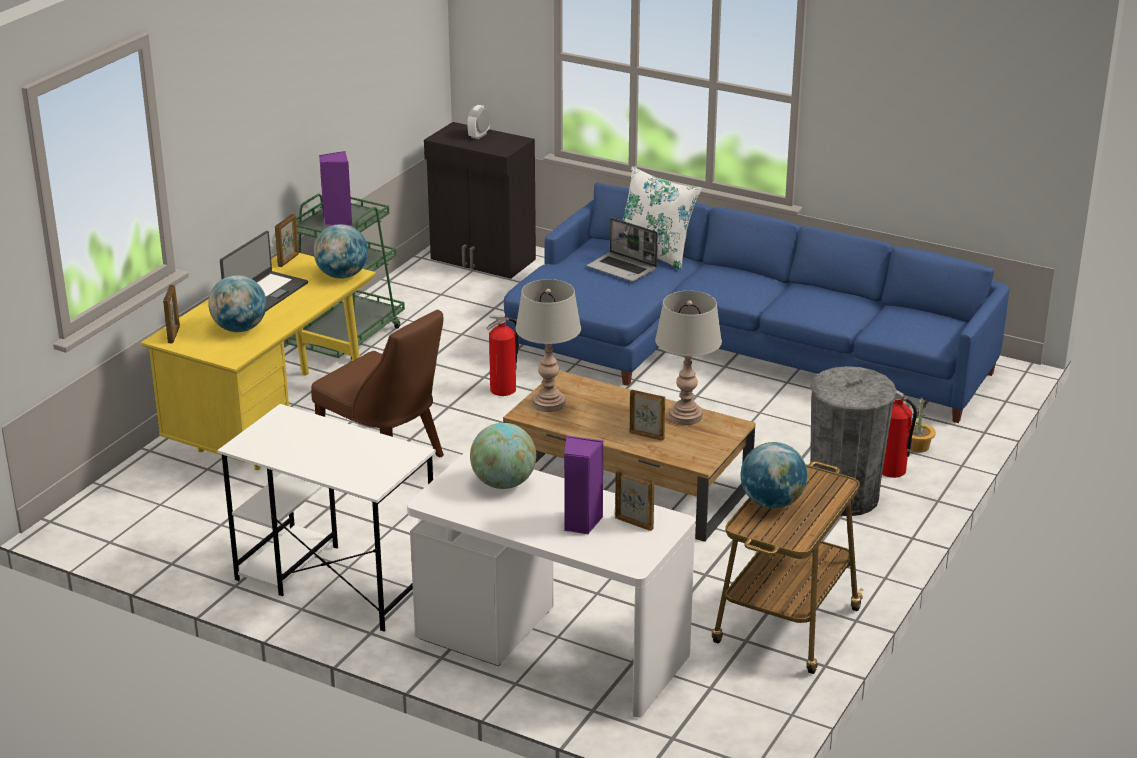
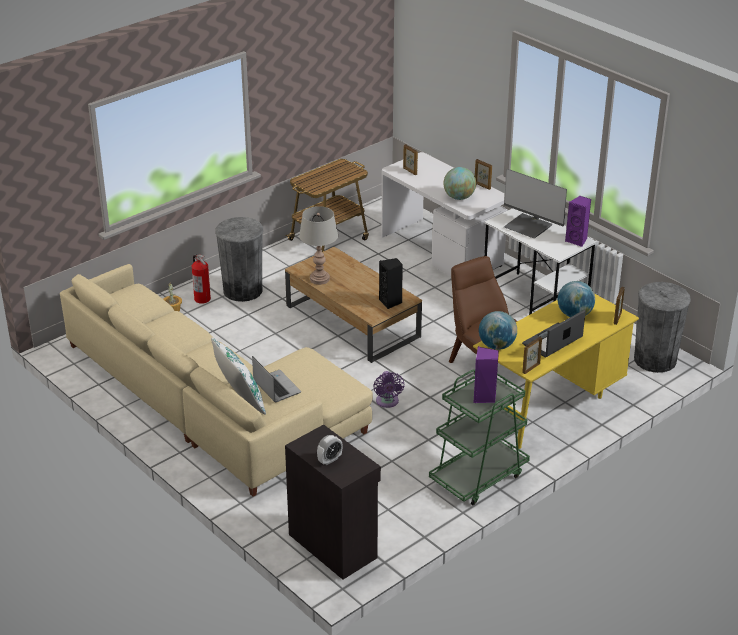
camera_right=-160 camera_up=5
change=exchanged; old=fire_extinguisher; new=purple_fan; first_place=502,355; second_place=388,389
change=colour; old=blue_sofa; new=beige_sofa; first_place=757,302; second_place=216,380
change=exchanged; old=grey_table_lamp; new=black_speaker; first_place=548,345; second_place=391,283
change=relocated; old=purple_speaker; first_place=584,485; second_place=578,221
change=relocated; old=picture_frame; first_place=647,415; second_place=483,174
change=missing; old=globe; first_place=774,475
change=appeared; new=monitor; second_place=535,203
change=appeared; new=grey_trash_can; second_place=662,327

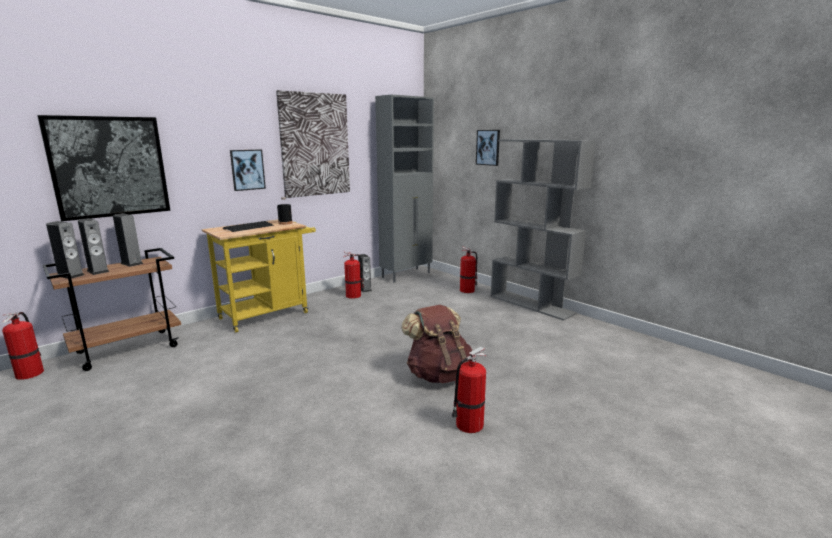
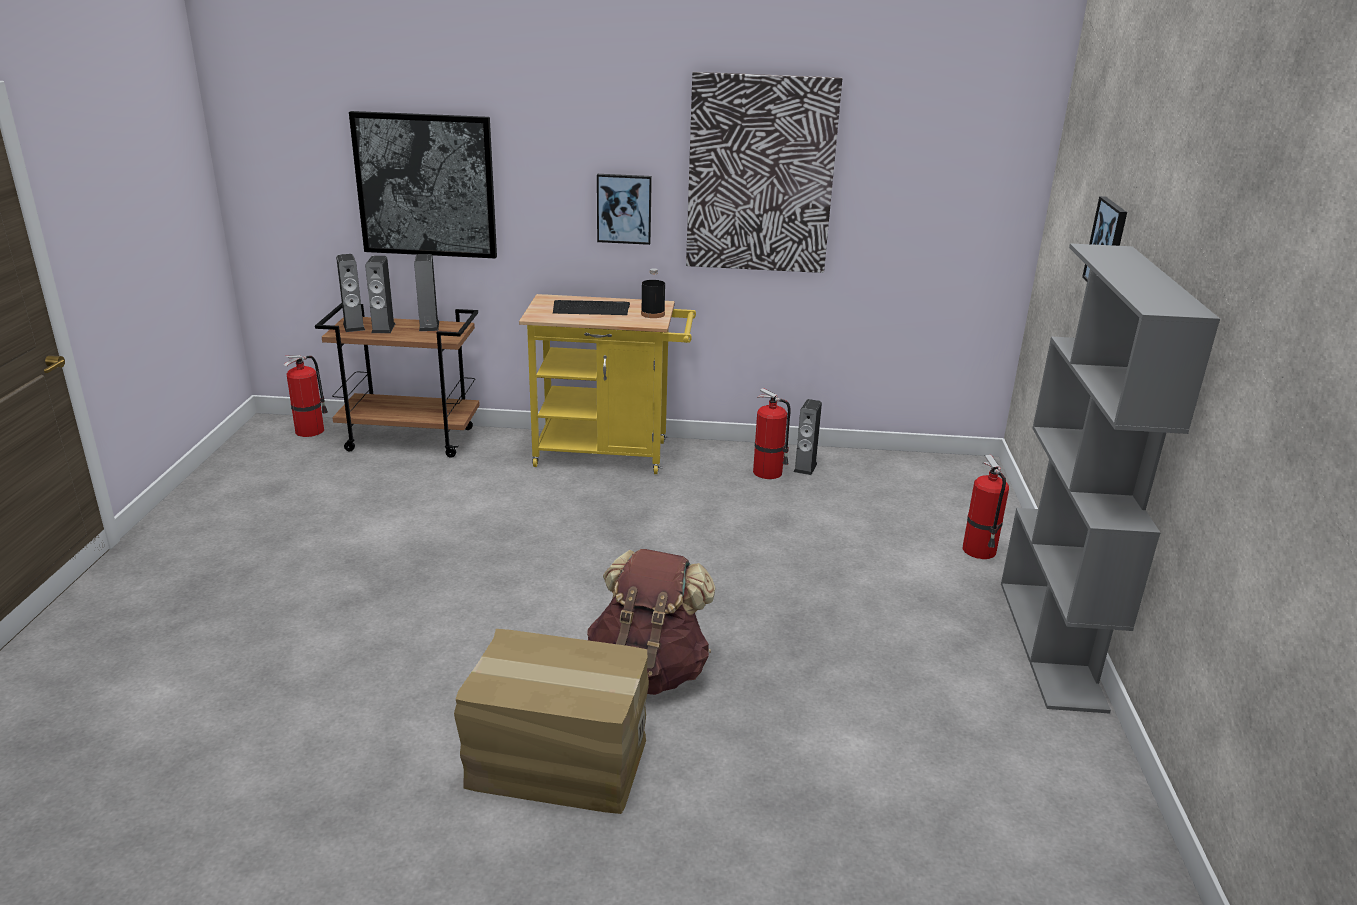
camera_right=45 camera_up=10
change=missing; old=grey_cabinet; first_place=404,188
change=exchanged; old=fire_extinguisher; new=cardboard_box; first_place=469,390; second_place=551,721

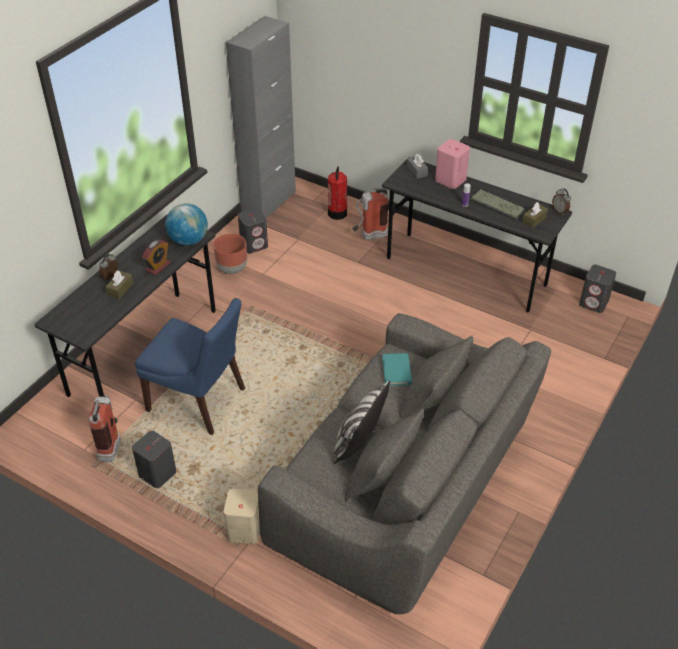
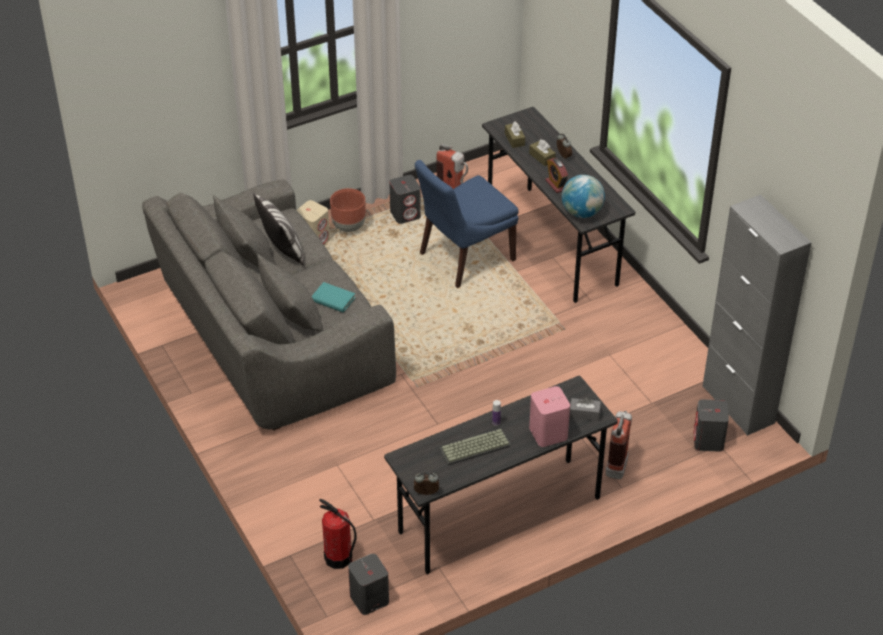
camera_right=120 camera_up=0
change=relocated; old=brown_planter; first_place=230,254; second_place=348,210
change=relocated; old=grey_speaker; first_place=253,230; second_place=711,425
change=relocated; old=fire_extinguisher; first_place=337,193; second_place=338,534
change=relocated; old=brown_tissue_box; first_place=535,215; second_place=515,134

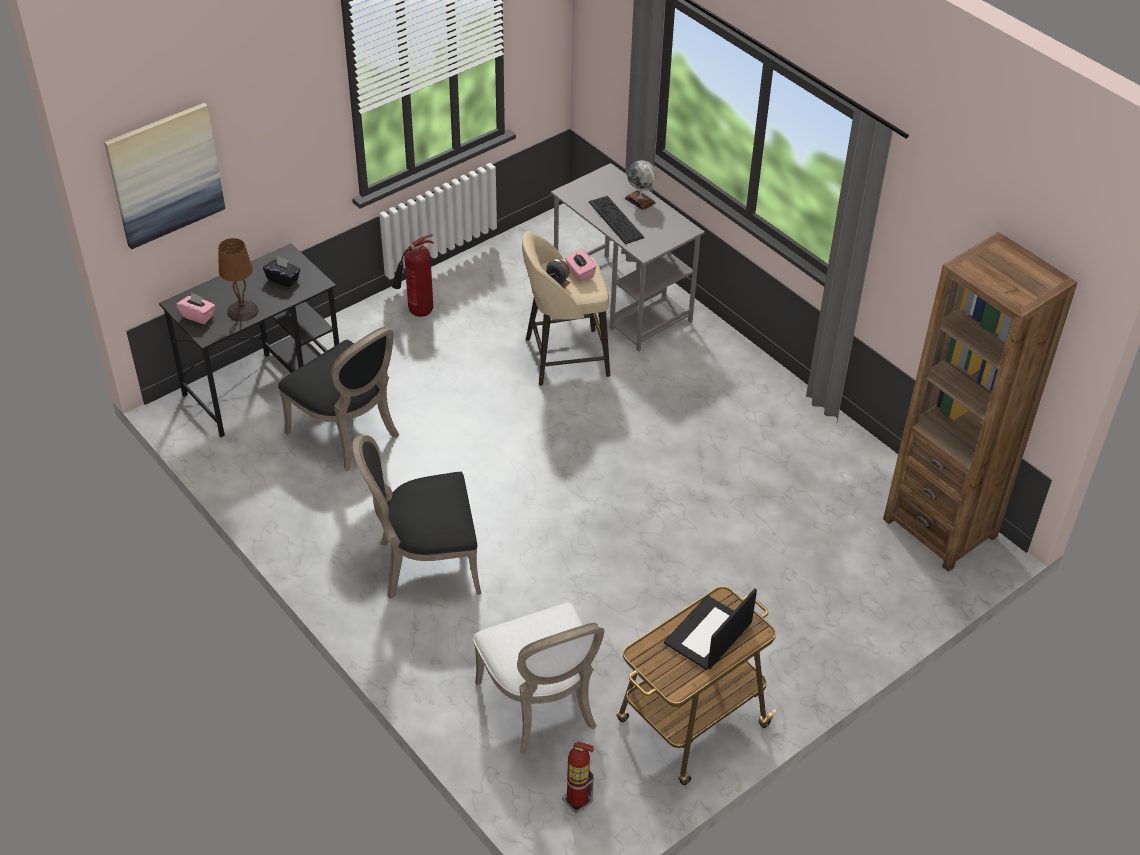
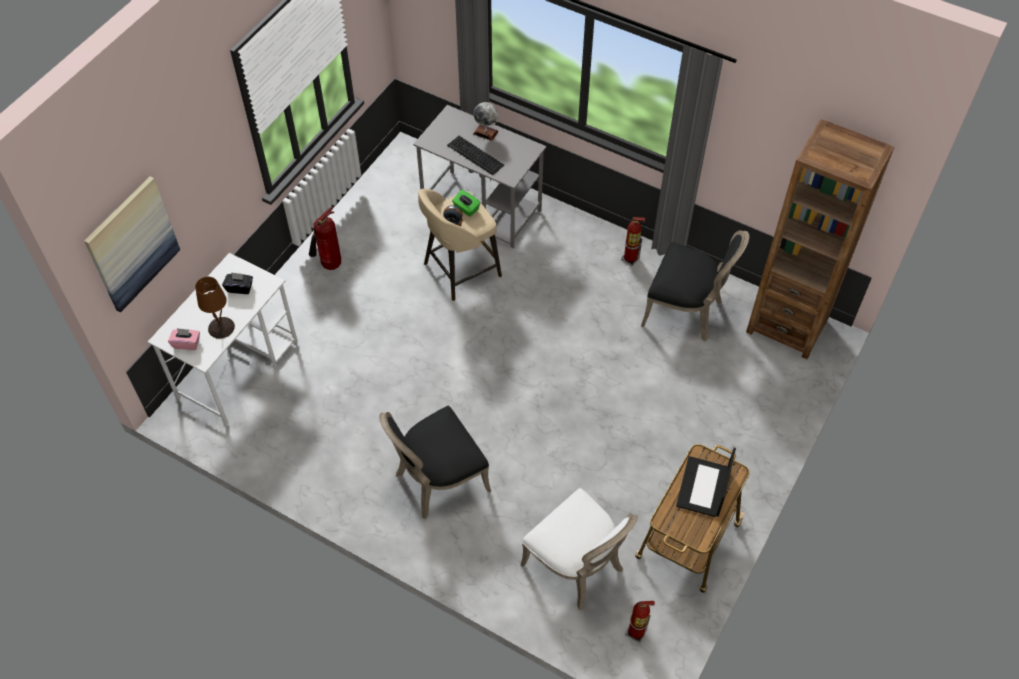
camera_right=-20 camera_up=10
change=colour; old=black_desk; new=white_desk; first_place=249,340; second_place=222,339
change=relocated; old=black_chair; first_place=338,399; second_place=695,286
change=colour; old=pink_tissue_box; new=green_tissue_box; first_place=580,265; second_place=466,203
change=appeared; new=fire_extinguisher; second_place=633,241

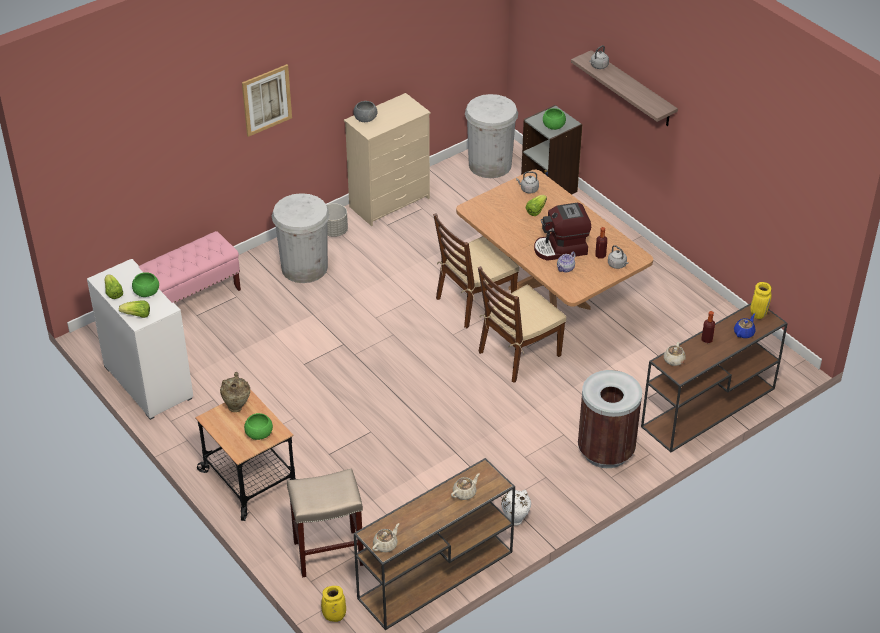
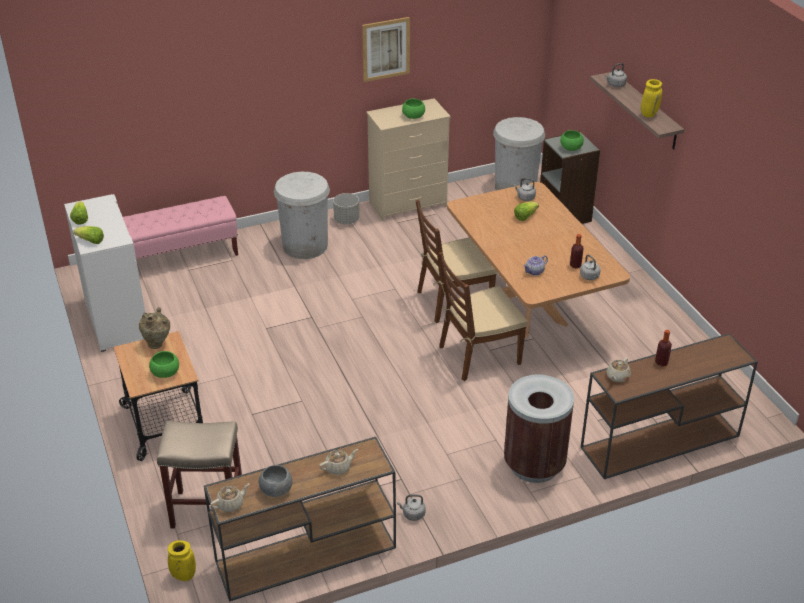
camera_right=15 camera_up=-5
change=relocated; old=green_bowl; first_place=145,284; second_place=413,109
change=relocated; old=picture; first_place=267,100; second_place=386,49
change=relocated; old=grey_bowl; first_place=365,111; second_place=276,481
change=exchanged; old=white_vase; new=grey_kettle; first_place=516,507; second_place=411,507
change=missing; old=coffee_machine; first_place=562,232
change=missing; old=blue_teapot; first_place=745,326
change=relocated; old=yellow_vase; first_place=761,300; second_place=651,98

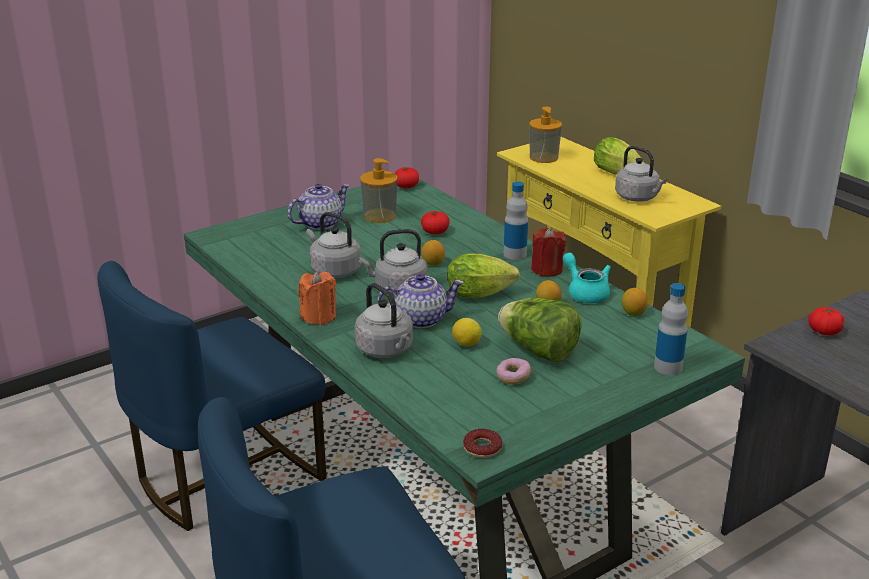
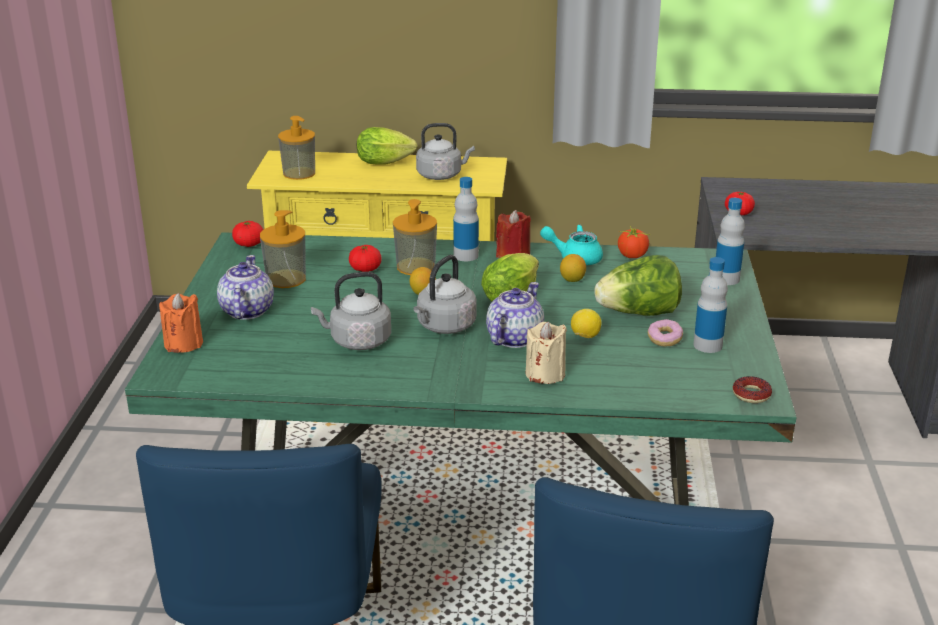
camera_right=-50 camera_up=0
change=relocated; old=orange_candle; first_place=317,298; second_place=181,323
change=exchanged; old=grey_kettle; new=beige_candle; first_place=384,320; second_place=546,352
change=exchanged; old=lemon; new=tomato; first_place=635,302; second_place=633,242
change=appeared; new=soap_dispenser; second_place=415,237
change=appeared; new=bottle; second_place=710,305

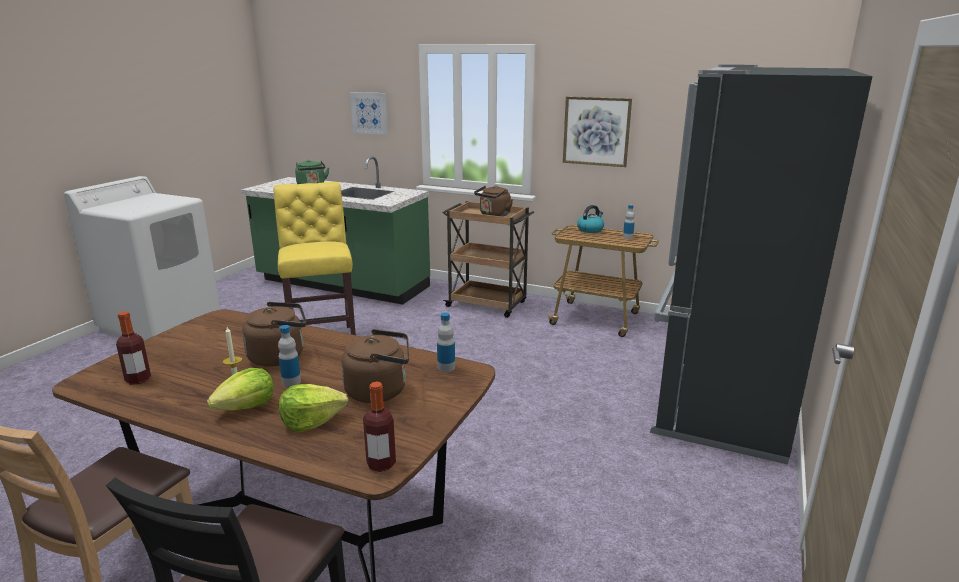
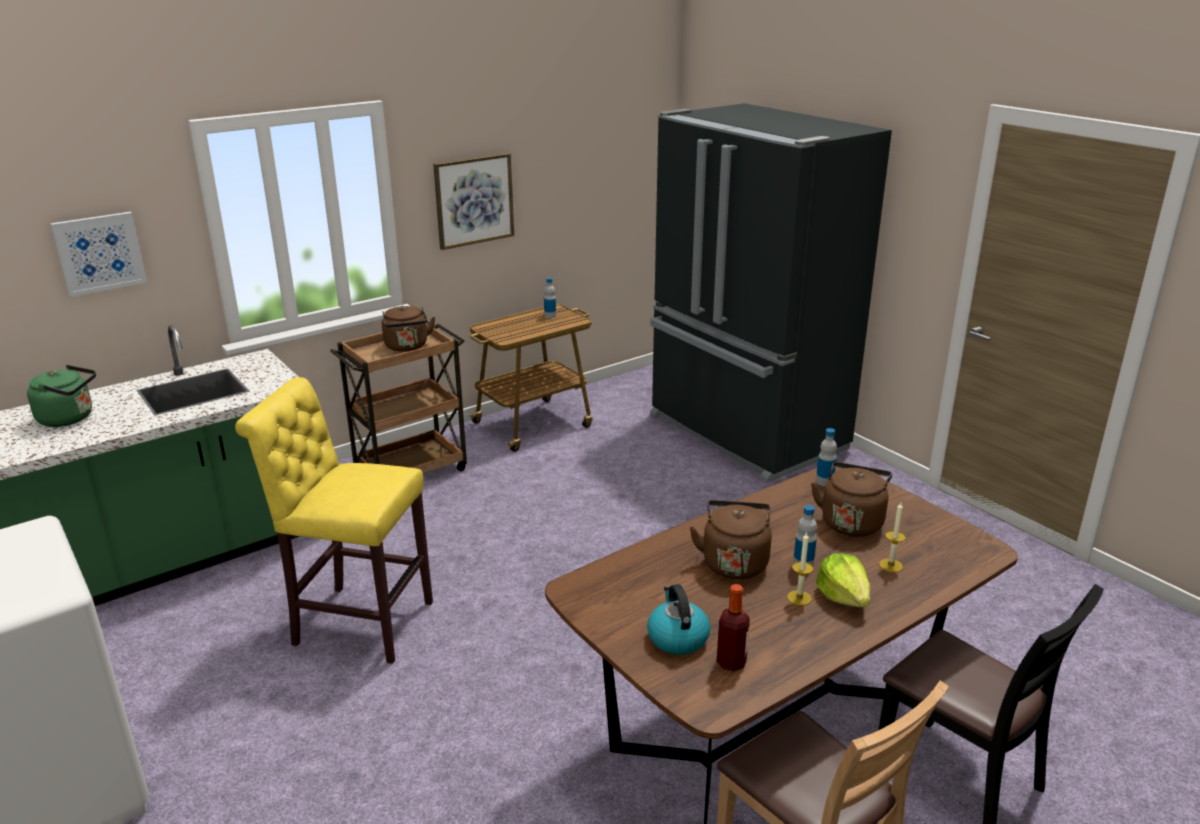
camera_right=-60 camera_up=5
change=exchanged; old=lettuce; new=candle; first_place=313,408; second_place=892,537
change=missing; old=bottle; first_place=379,427
change=relocated; old=kettle; first_place=590,219; second_place=678,619

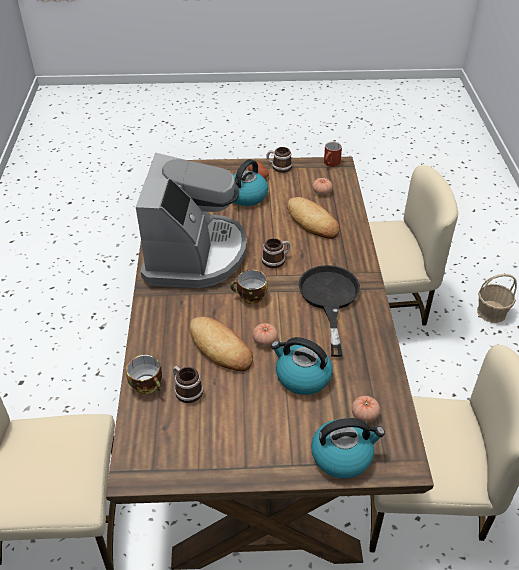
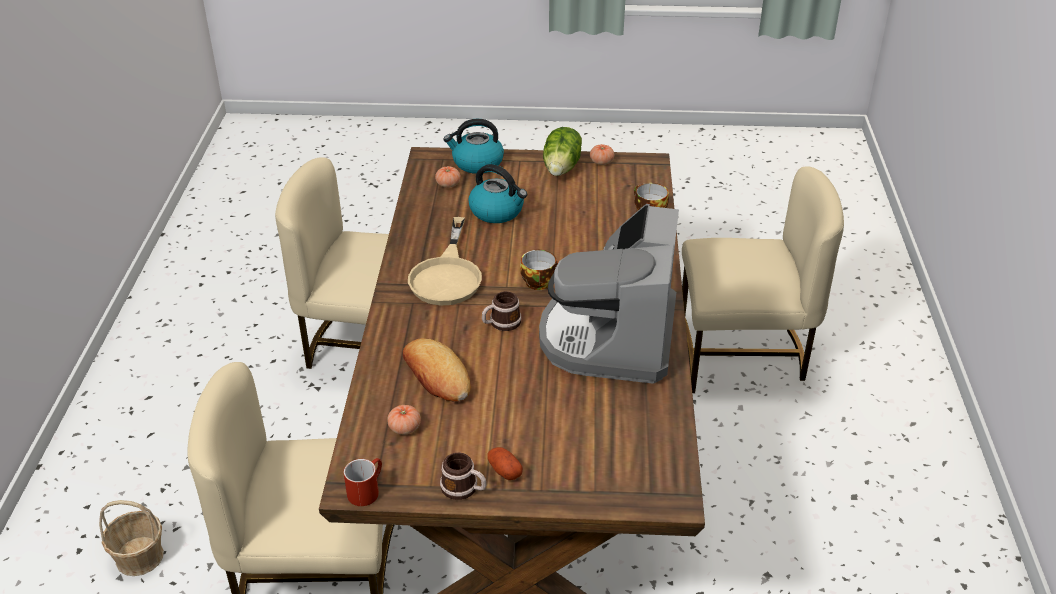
camera_right=-175 camera_up=-5
change=missing; old=mug; first_place=188,384
change=missing; old=bread; first_place=221,344
change=missing; old=kettle; first_place=250,182
change=relocated; old=tomato; first_place=265,334; second_place=602,154
change=colour; old=black_frying_pan; new=beige_frying_pan; first_place=329,311; second_place=445,261
change=appeared; new=lettuce; second_place=562,151

